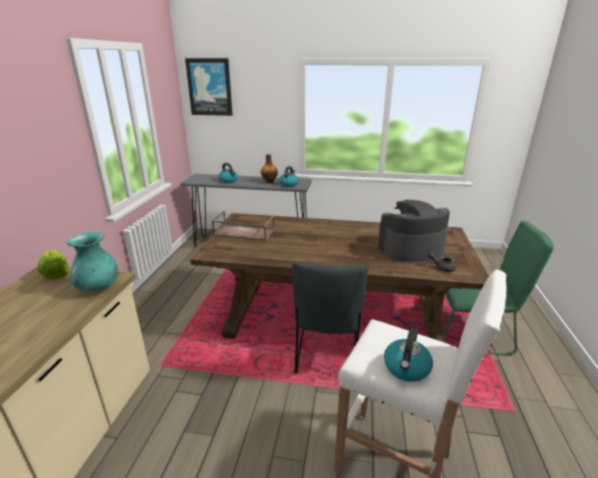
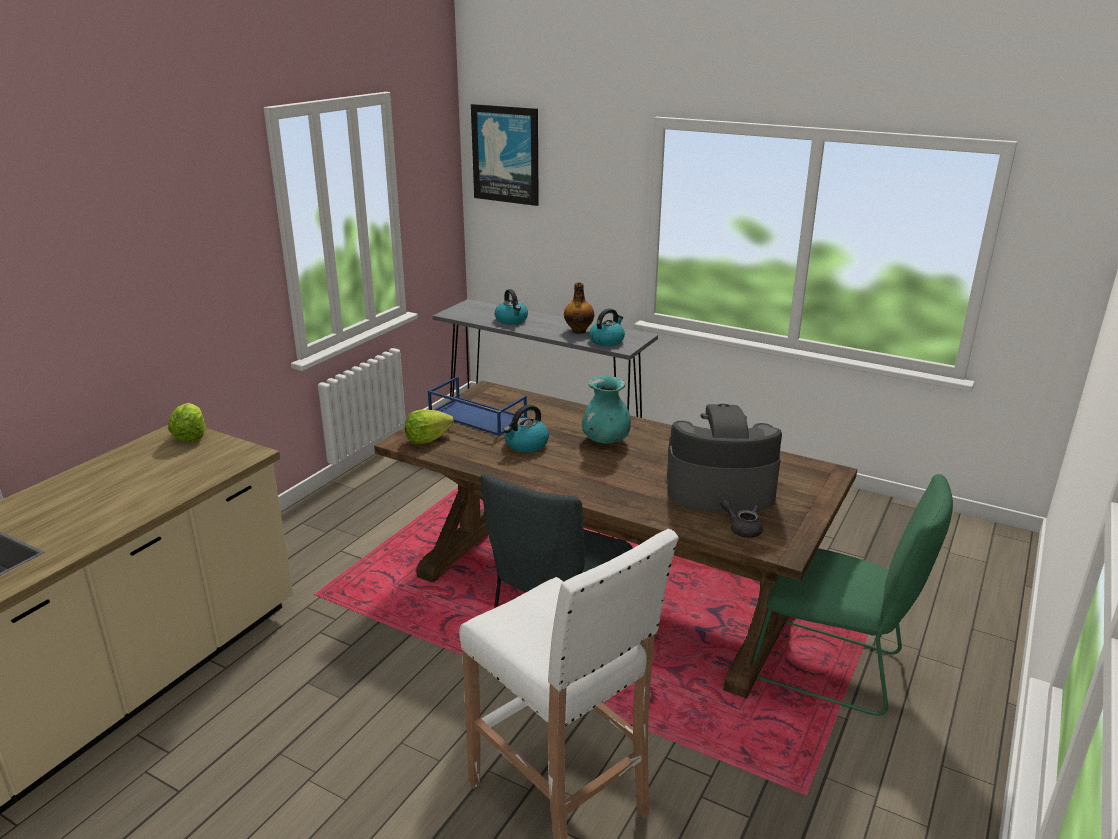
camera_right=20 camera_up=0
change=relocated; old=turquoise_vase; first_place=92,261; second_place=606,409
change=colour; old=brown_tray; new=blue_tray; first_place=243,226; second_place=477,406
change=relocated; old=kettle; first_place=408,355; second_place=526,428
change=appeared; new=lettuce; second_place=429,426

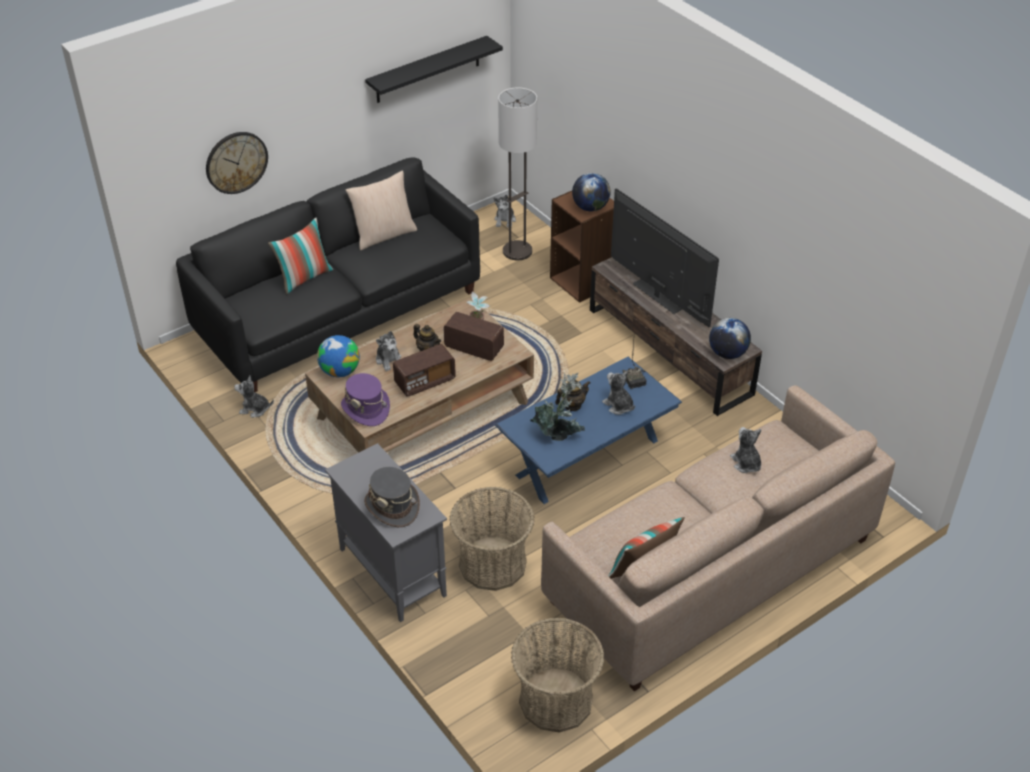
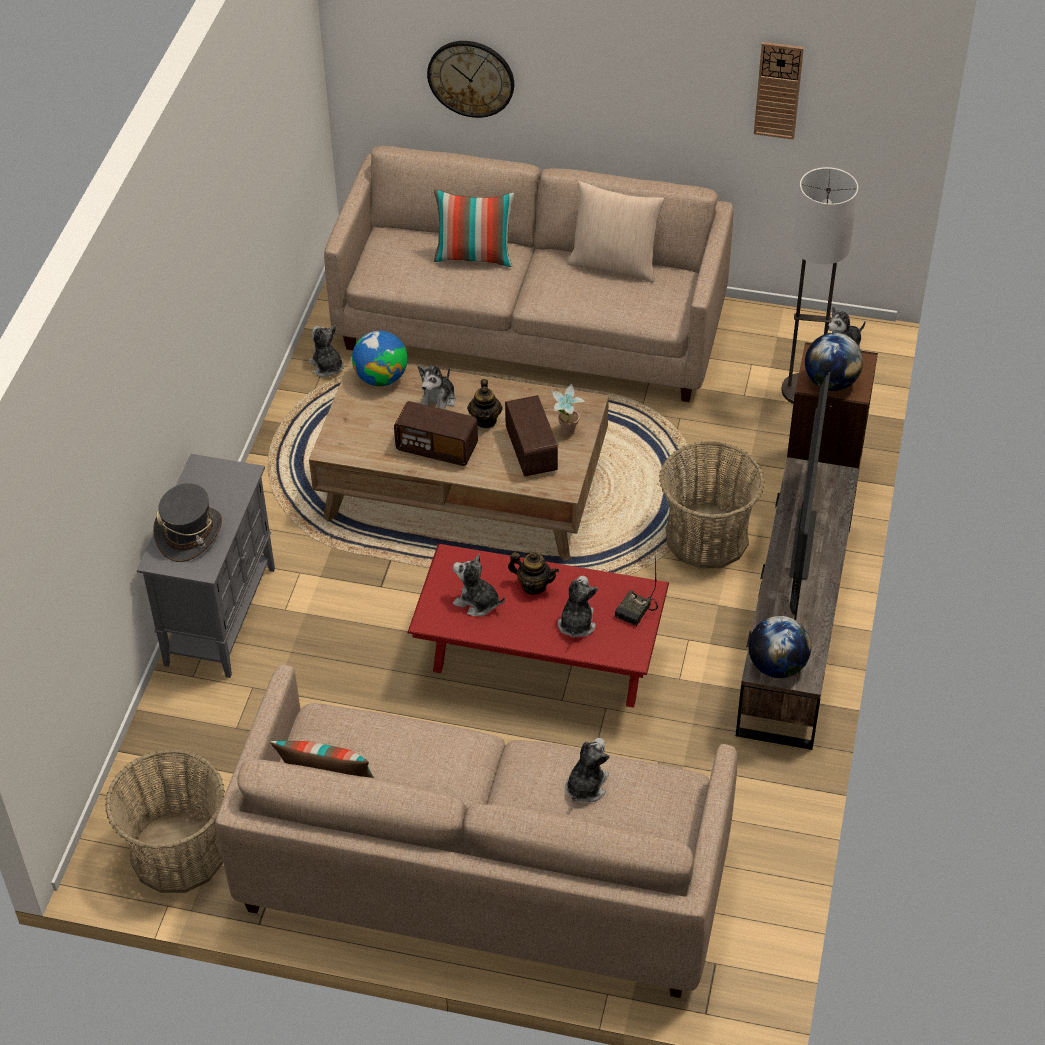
camera_right=50 camera_up=5
change=colour; old=black_sofa; new=beige_sofa; first_place=328,274; second_place=528,274
change=missing; old=purple_hat; first_place=365,399
change=exchanged; old=black_shelf; new=wall_clock; first_place=434,69; second_place=779,91
change=relocated; old=basket; first_place=492,539; second_place=712,505
change=colour; old=blue_coffee_table; new=red_coffee_table; first_place=588,430; second_place=538,626
change=exchanged; old=potted_plant; new=plush_toy; first_place=557,407; second_place=479,585

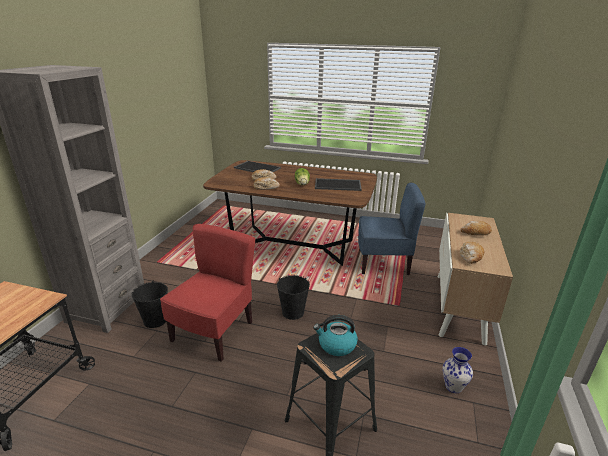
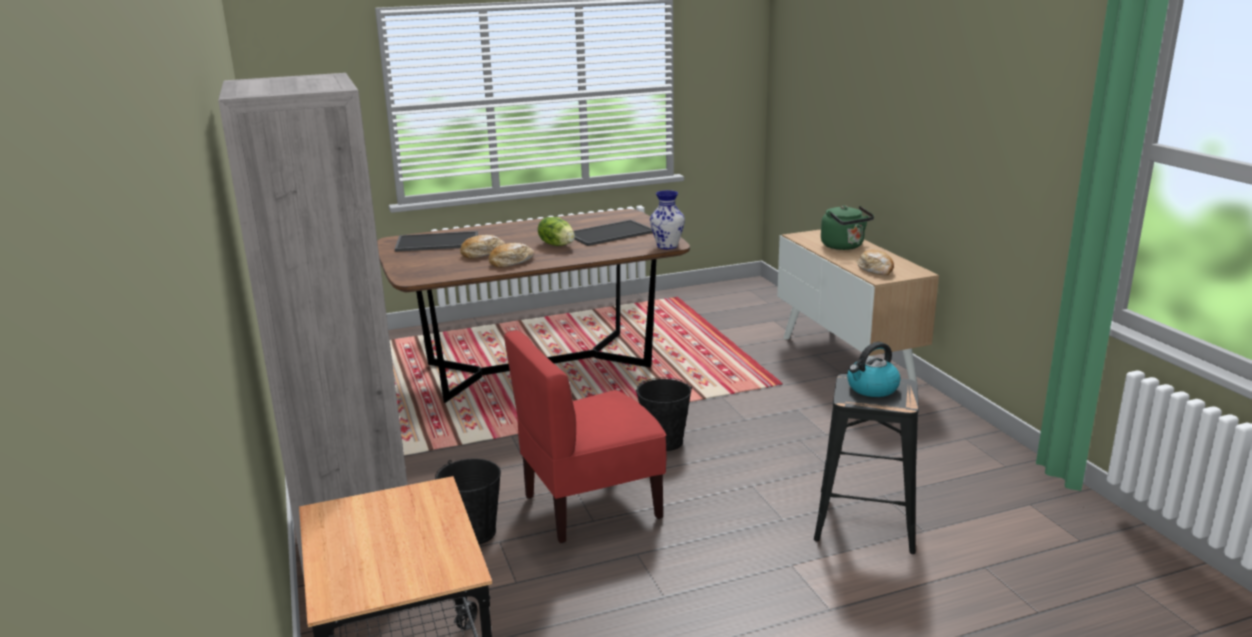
camera_right=-35 camera_up=-5
change=spun; old=red_chair; first_place=207,293; second_place=585,436; degrees=-105
change=missing; old=blue_chair; first_place=392,229
change=relocated; old=vase; first_place=458,370; second_place=667,219
change=exchanged; old=bread; new=green_kettle; first_place=476,228; second_place=847,227

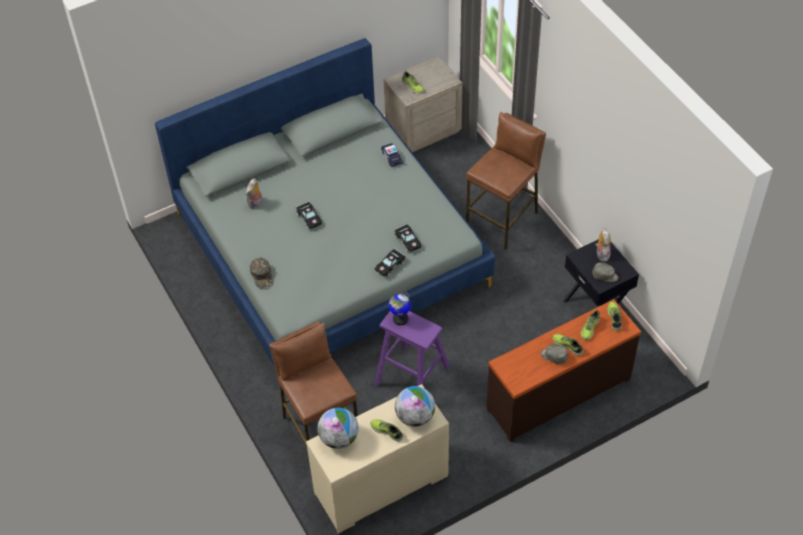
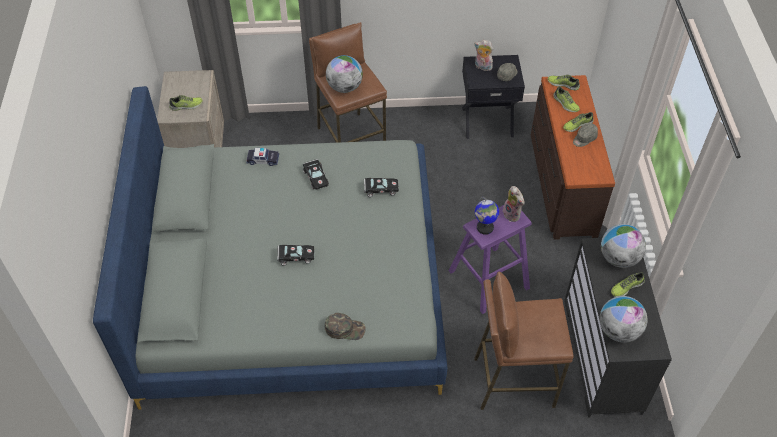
camera_right=-65 camera_up=0
change=relocated; old=plush_toy; first_place=254,194; second_place=514,204
change=colour; old=beige_dresser; new=black_dresser; first_place=377,459; second_place=618,327
change=relocated; old=black_toy_car; first_place=390,262; second_place=316,174
change=appeared; new=globe; second_place=344,74

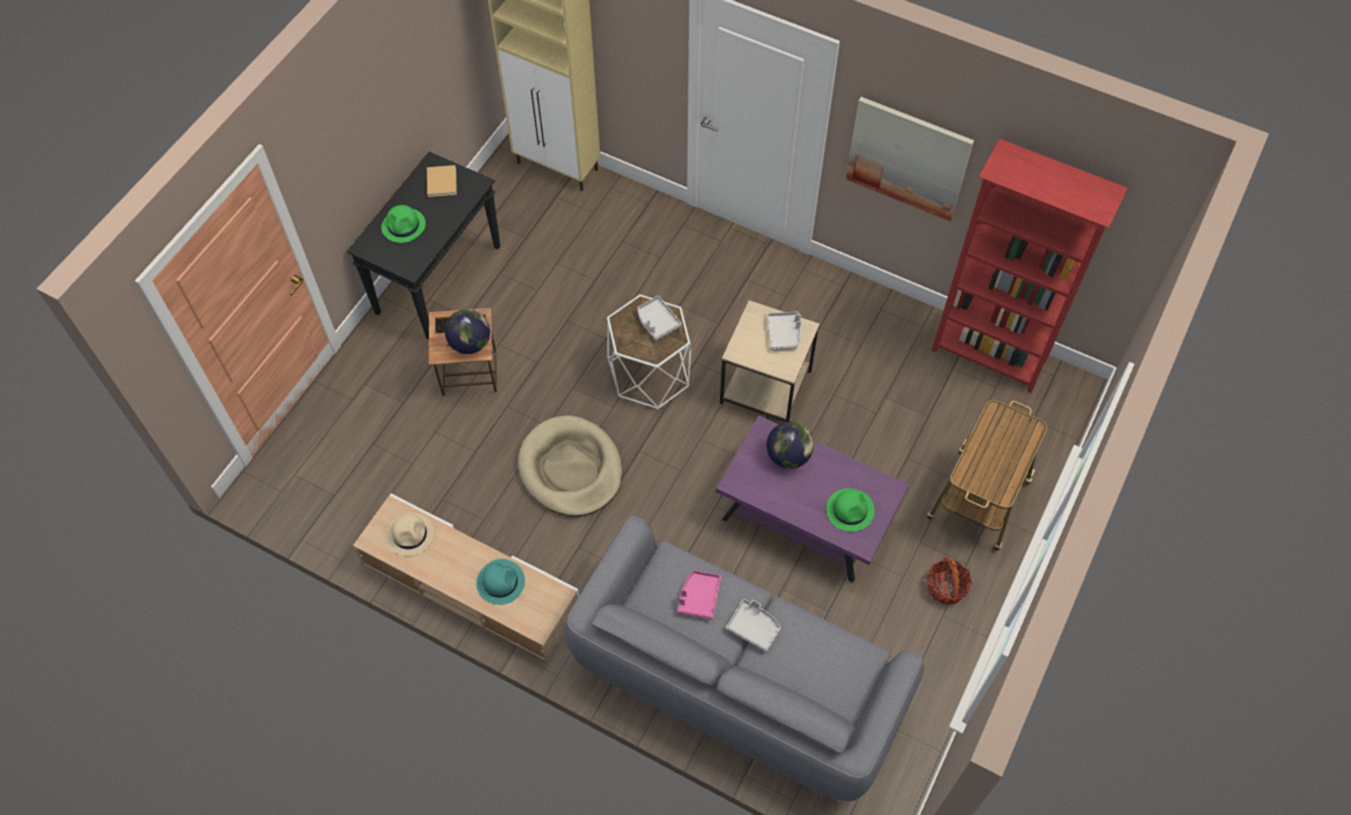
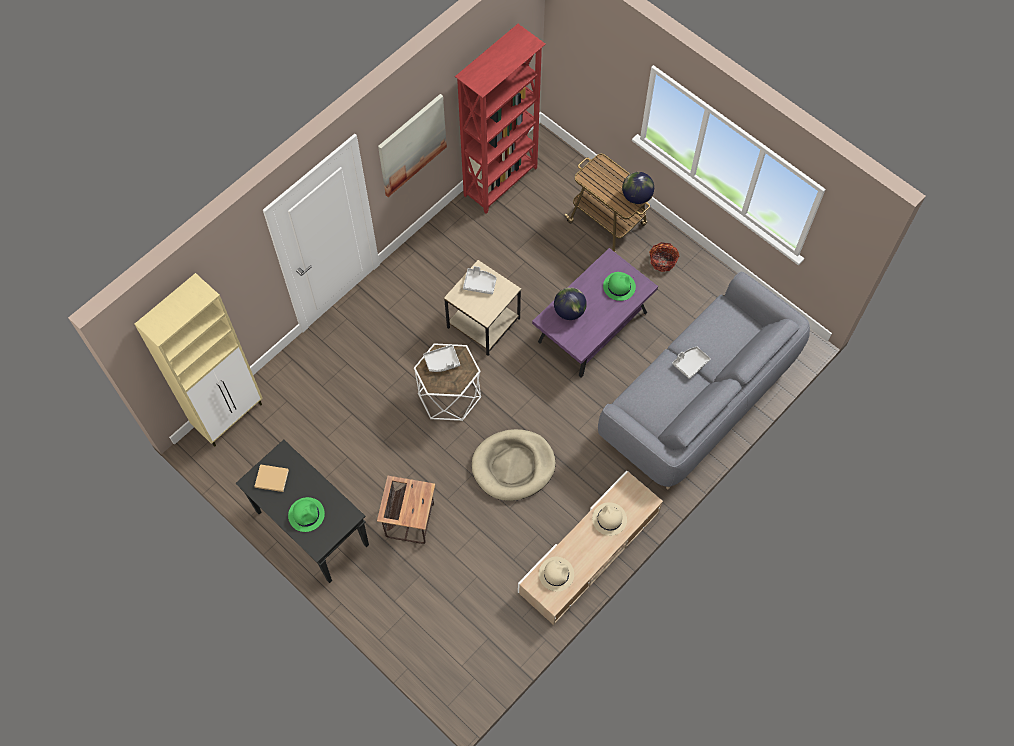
camera_right=-75 camera_up=5
change=relocated; old=globe; first_place=467,331; second_place=638,188
change=colour; old=turquoise_hat; new=beige_hat; first_place=500,582; second_place=609,519
change=missing; old=pink_tray; first_place=699,595

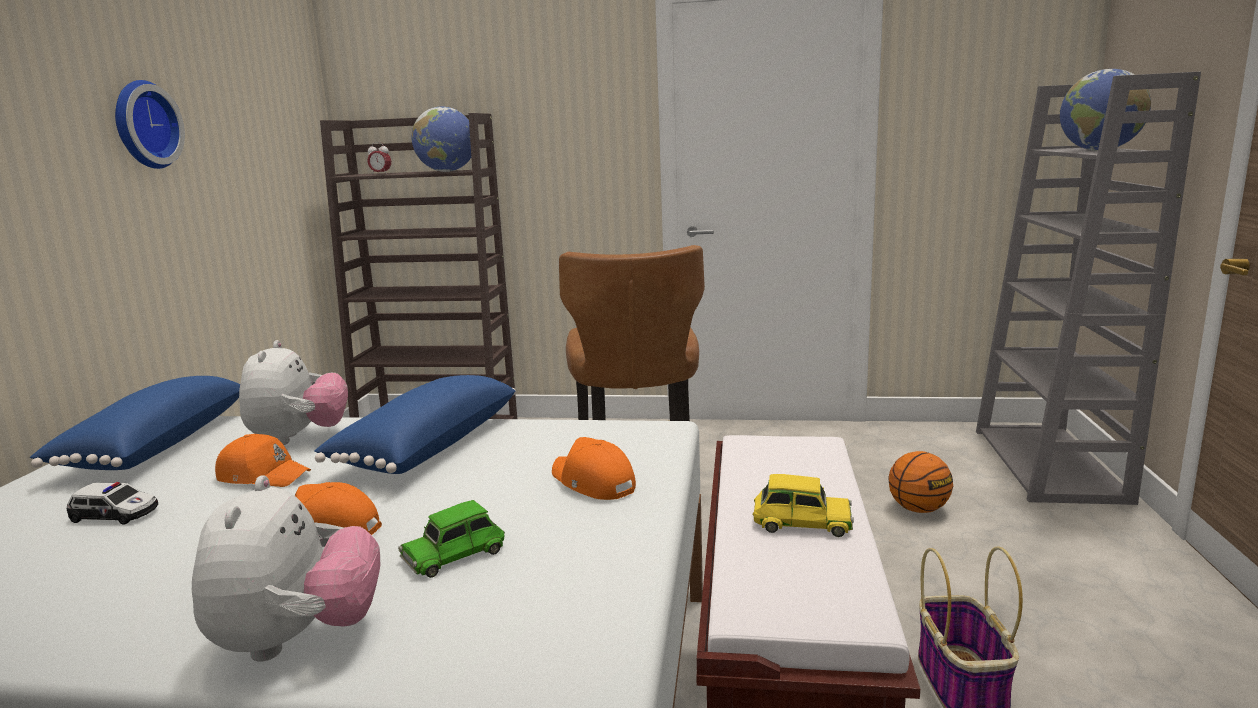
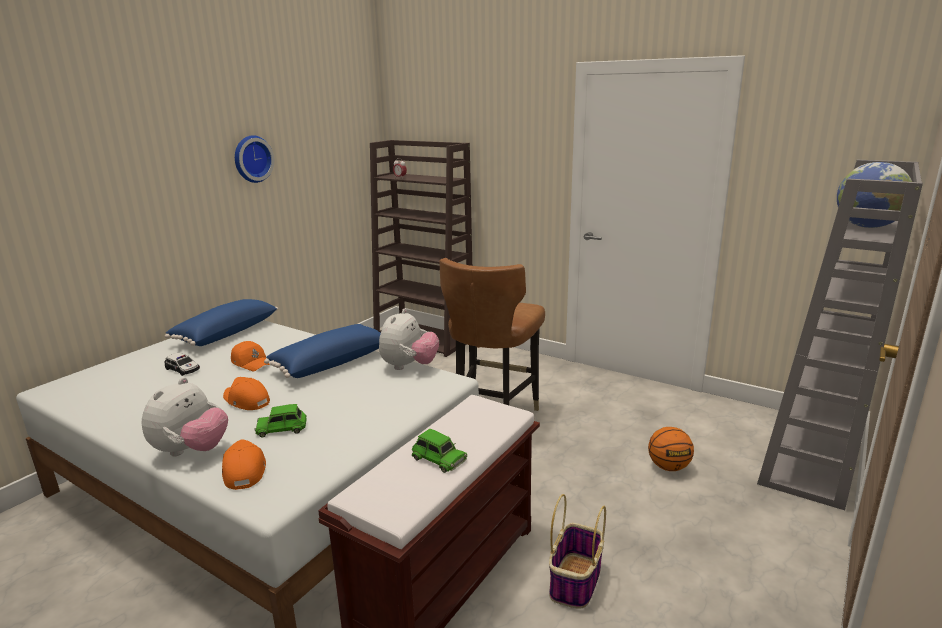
camera_right=25 camera_up=5
change=relocated; old=plush_toy; first_place=293,392; second_place=409,339
change=missing; old=globe; first_place=441,139
change=relocated; old=orange_cap; first_place=594,468; second_place=244,464
change=colour; old=yellow_toy_car; new=green_toy_car; first_place=803,505; second_place=439,451

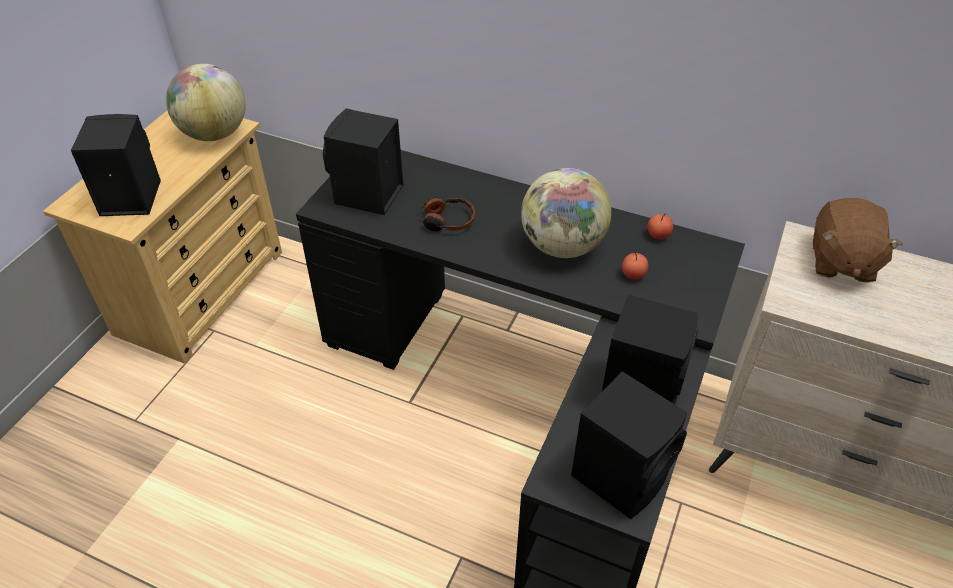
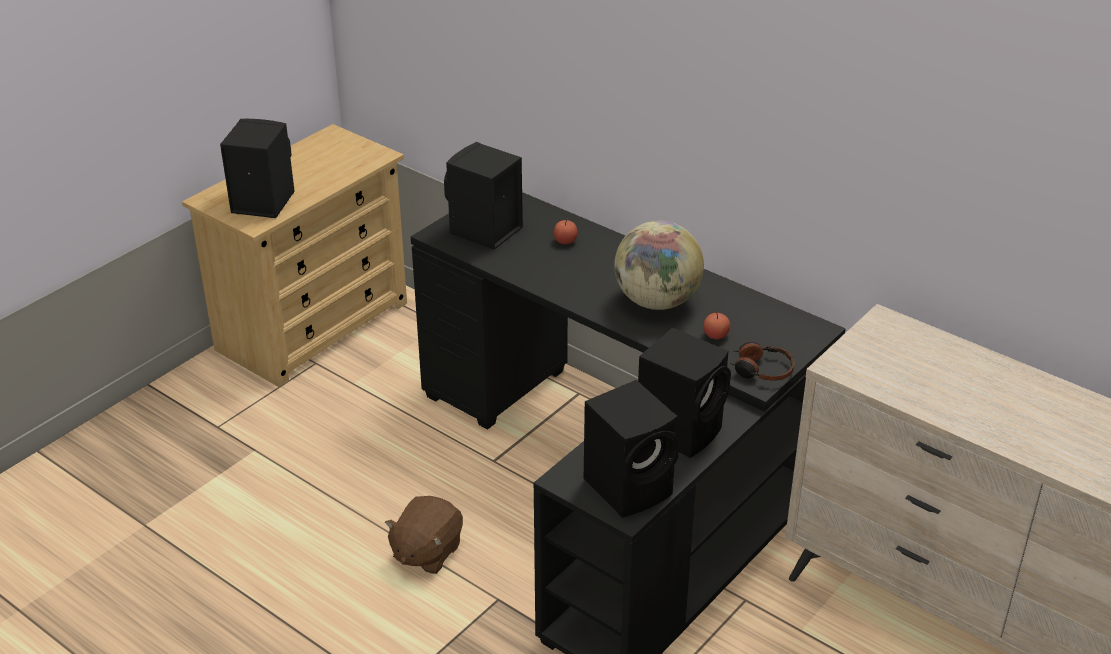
camera_right=15 camera_up=-10
change=missing; old=globe; first_place=206,102
change=relocated; old=headphones; first_place=446,214; second_place=762,361
change=relocated; old=apple; first_place=660,226; second_place=566,231
change=relocated; old=brown_plush_toy; first_place=858,240; second_place=424,535

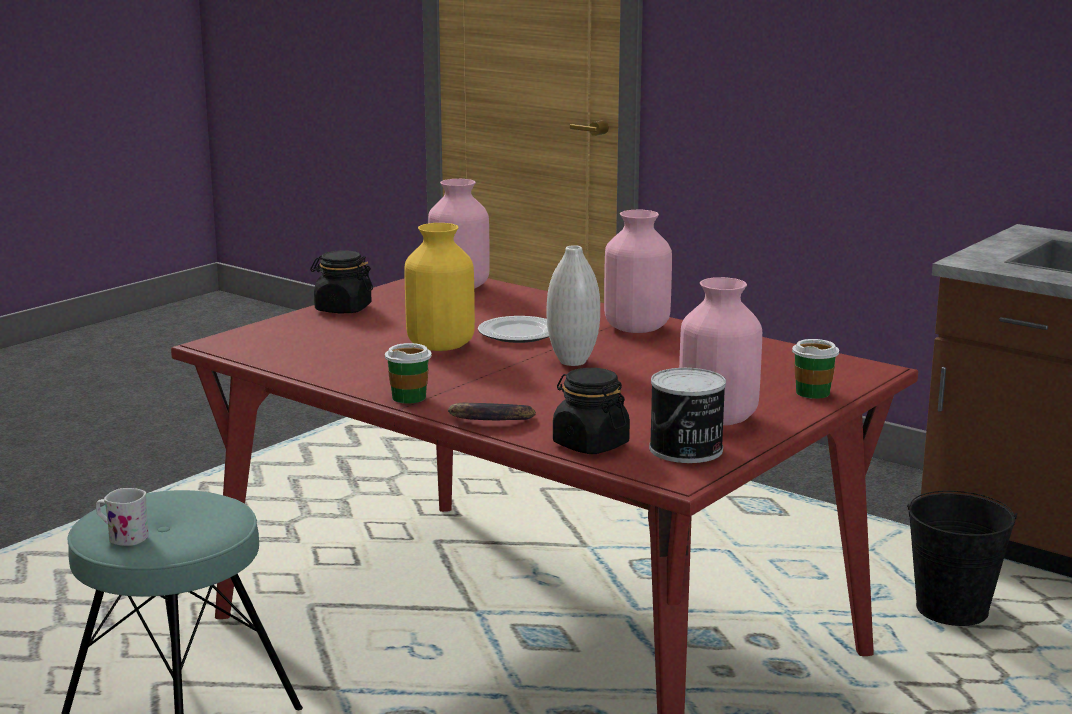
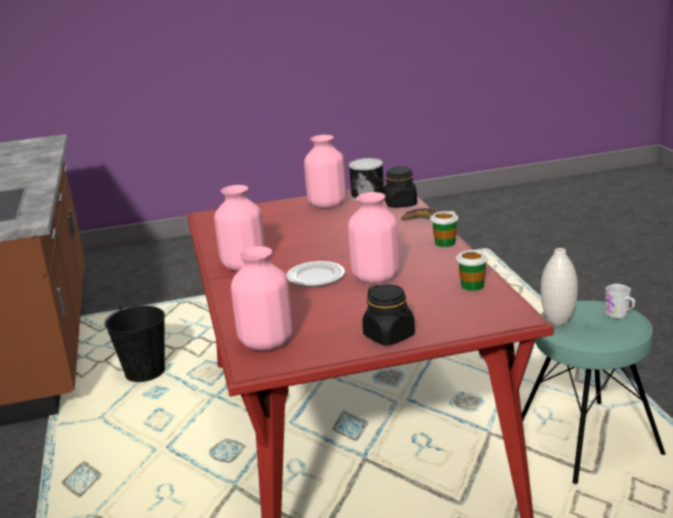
camera_right=-140 camera_up=5
change=colour; old=yellow_vase; new=pink_vase; first_place=440,287; second_place=374,238
change=relocated; old=white_vase; first_place=573,305; second_place=559,286
change=relocated; old=cup; first_place=815,369; second_place=472,270

